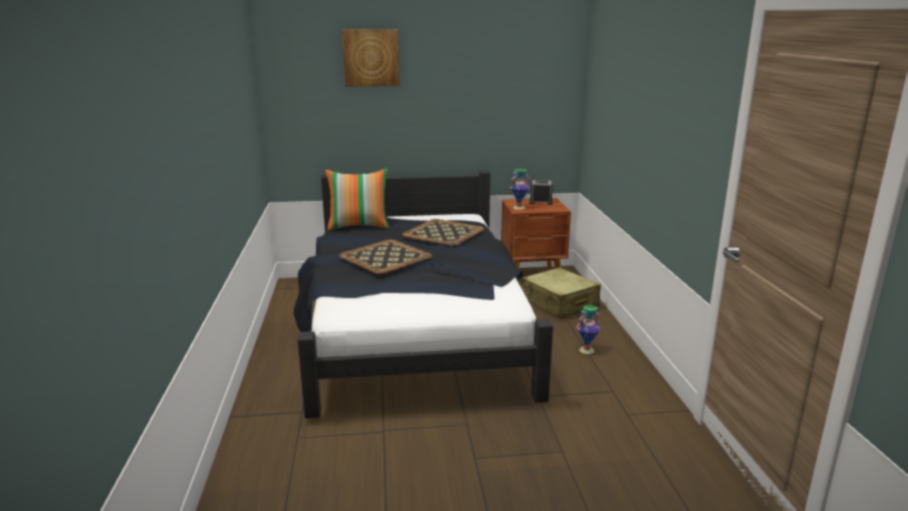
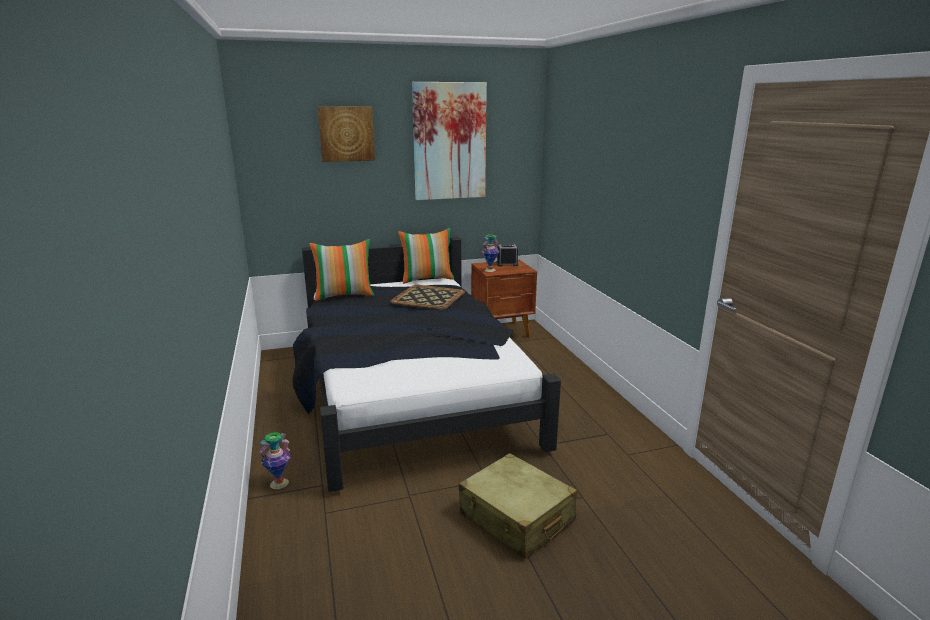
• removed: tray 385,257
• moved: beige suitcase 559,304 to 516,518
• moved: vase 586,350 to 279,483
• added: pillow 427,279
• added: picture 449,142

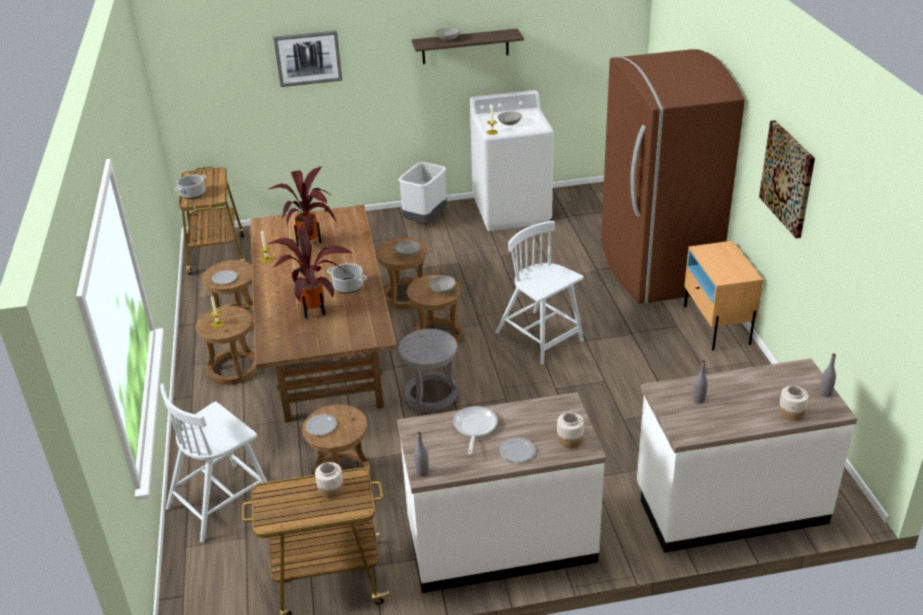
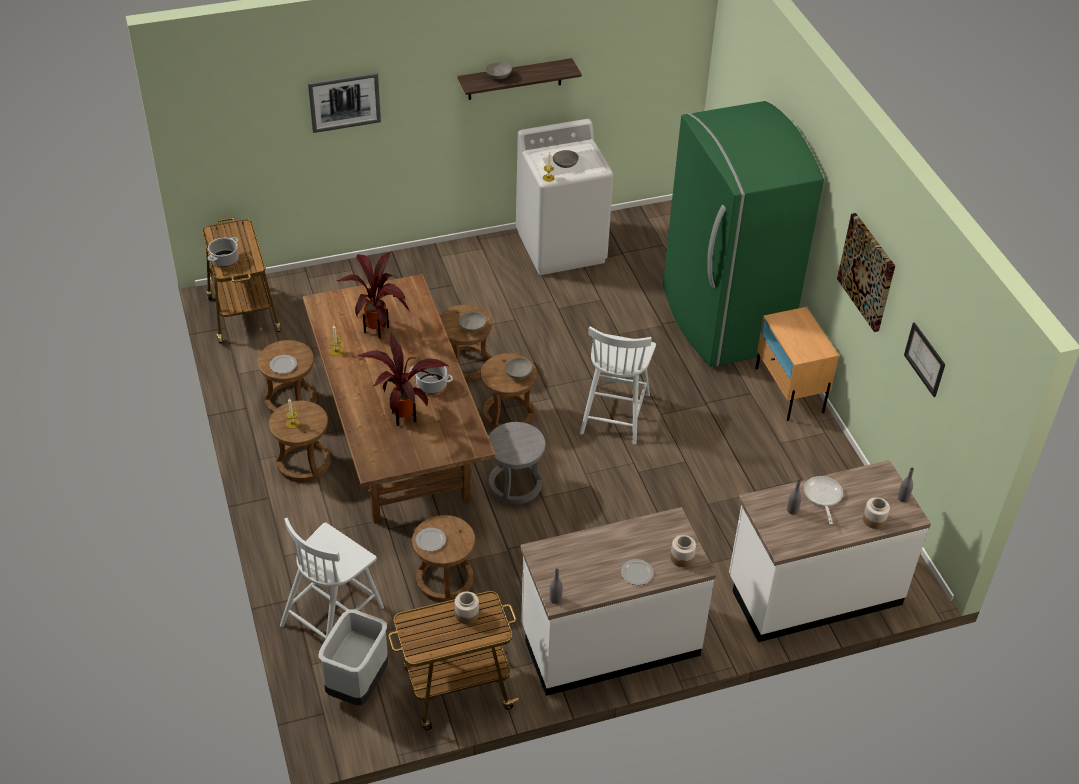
• moved: grey trash can 425,220 to 357,684
• moved: frying pan 474,428 to 822,497
• turned: white chair 540,338 = 615,412 120 degrees counterclockwise
• recoloured: brown fridge 655,268 to green fridge 723,320
• added: picture 925,359

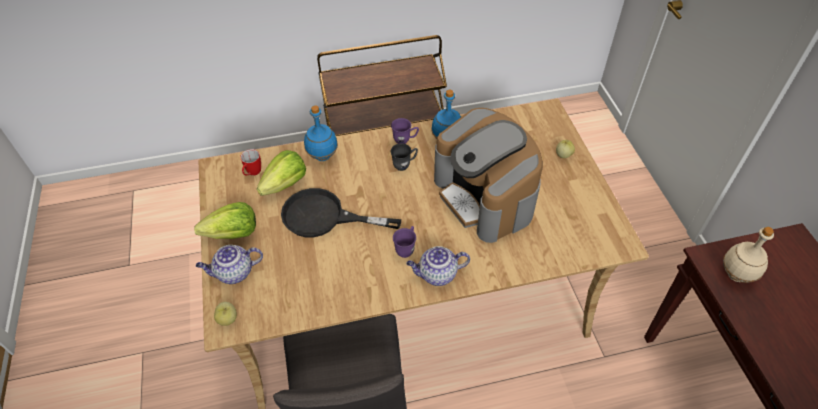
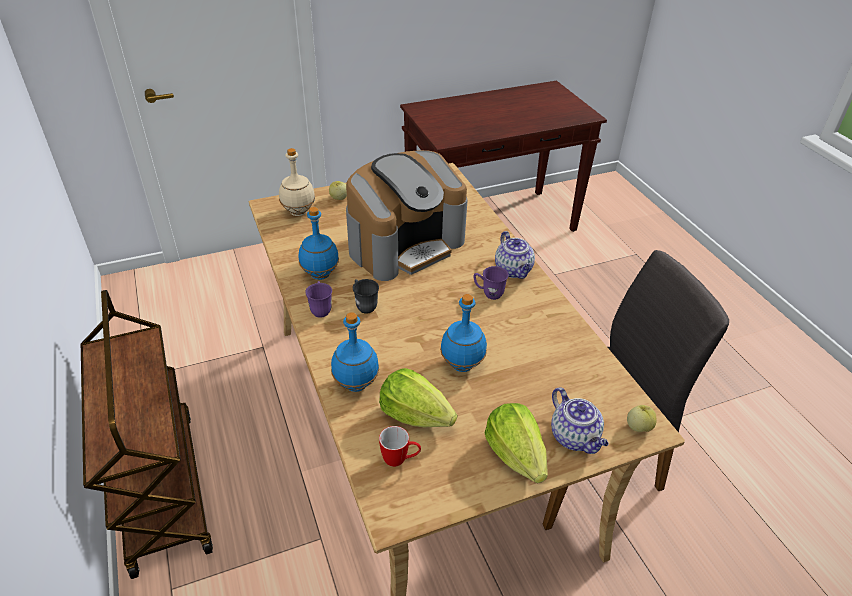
• replaced: black frying pan 324,217 to blue bottle 462,365
• moved: beige bottle 735,275 to 299,212

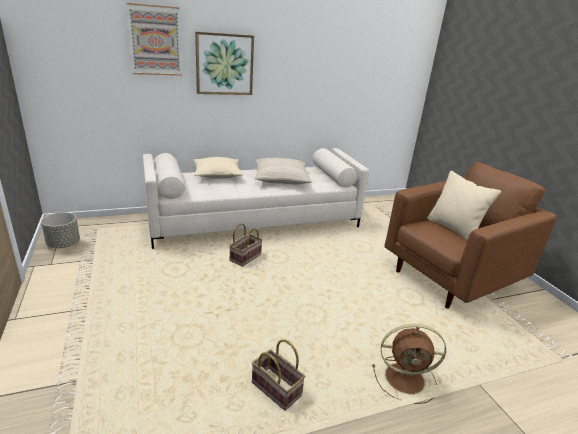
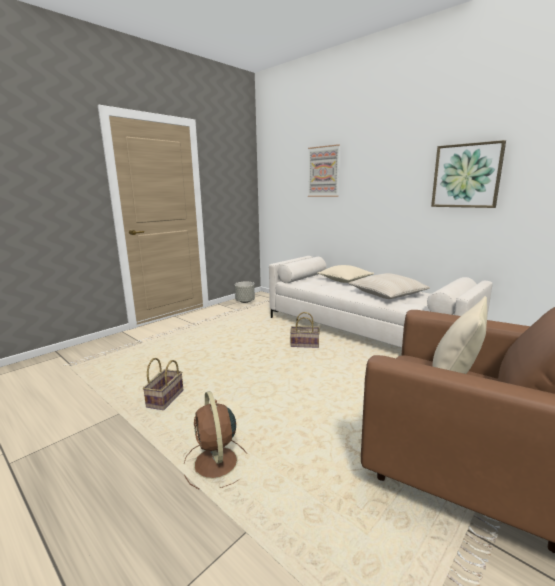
• moved: picture 224,64 to 466,176

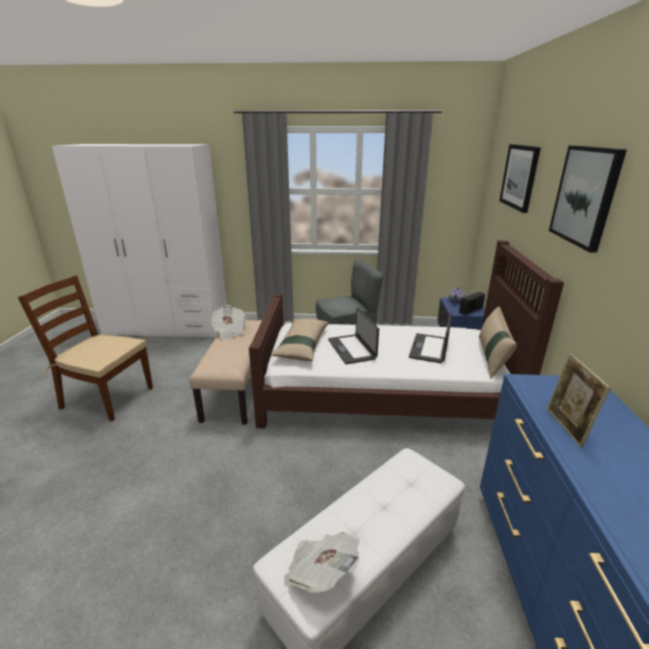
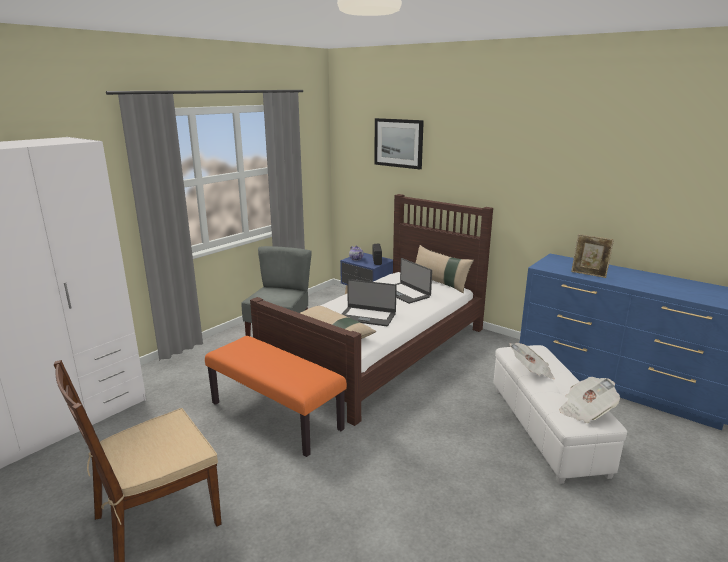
• recoloured: beige bench 239,388 to orange bench 277,416
• moved: newspaper 229,331 to 531,371
• removed: picture 585,196

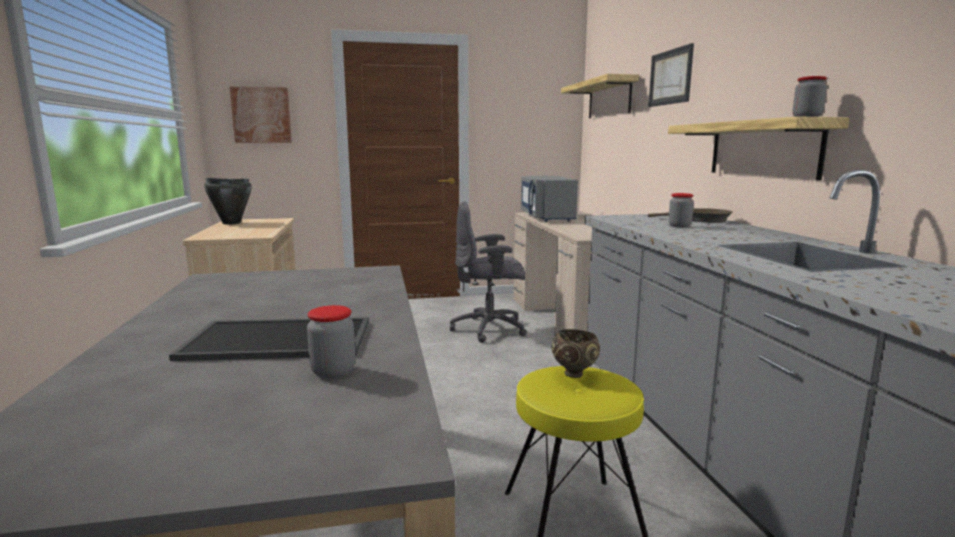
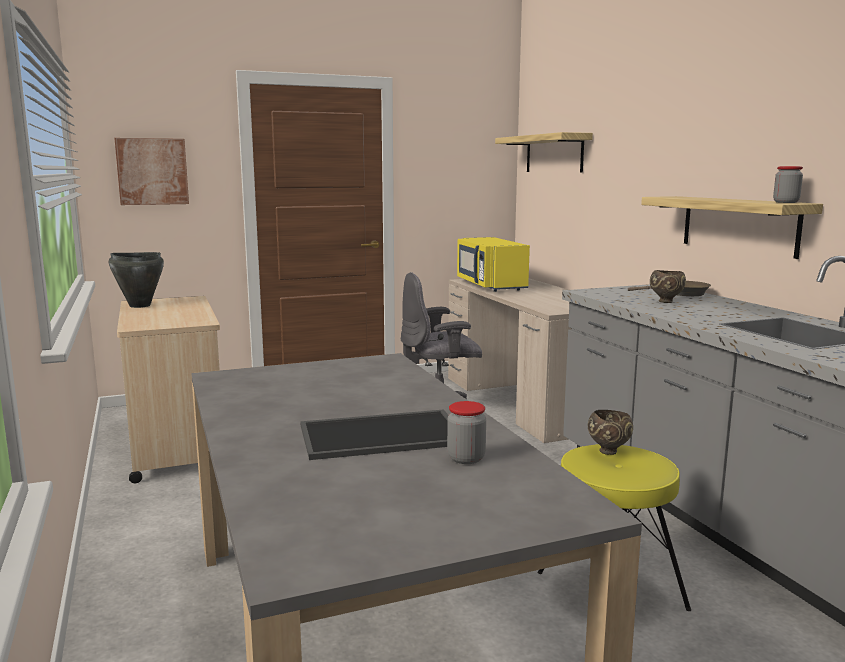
• recoloured: grey microwave 546,217 to yellow microwave 490,285
• removed: picture 670,77
• replaced: jar 679,226 to brown bowl 666,301

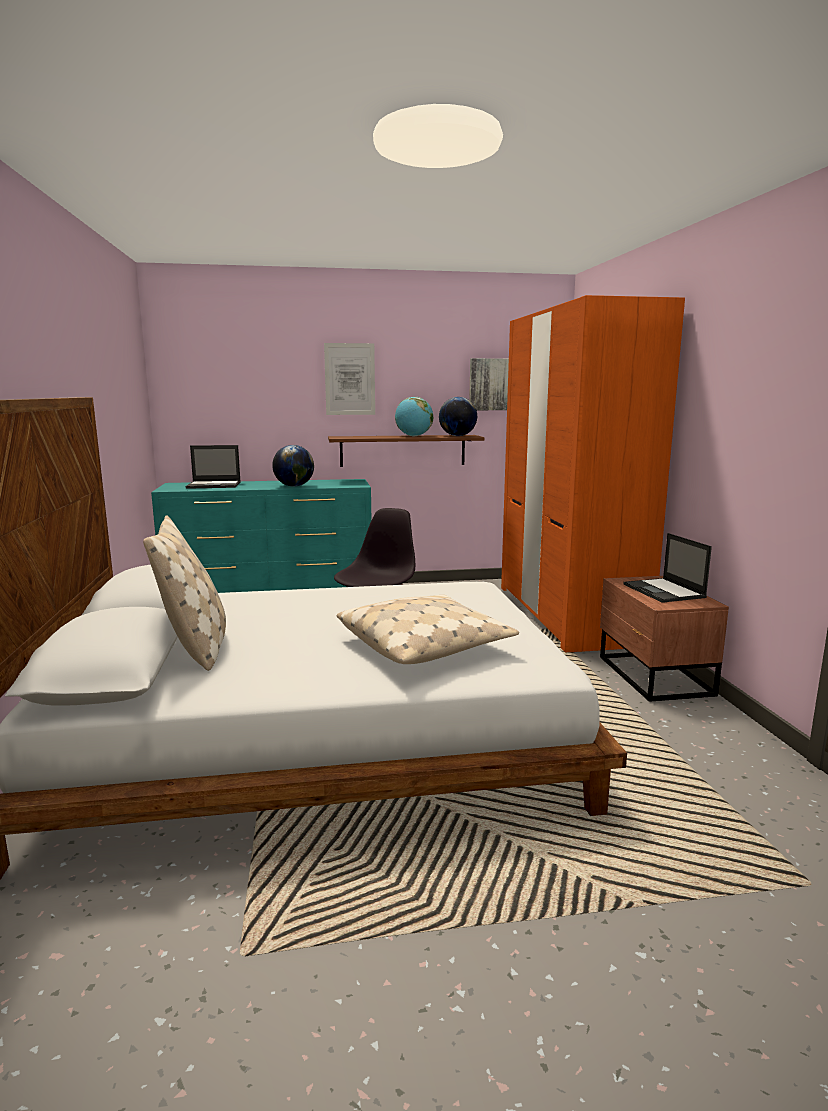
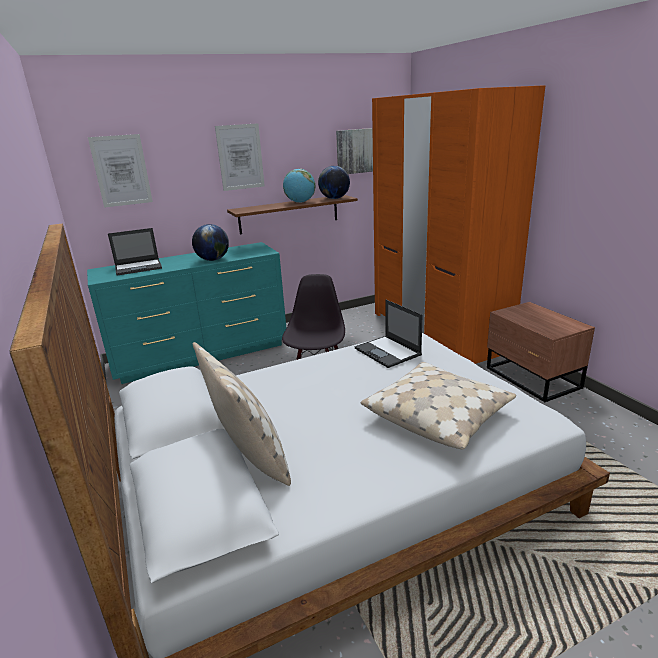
• moved: laptop 664,591 to 388,352
• added: picture 121,171

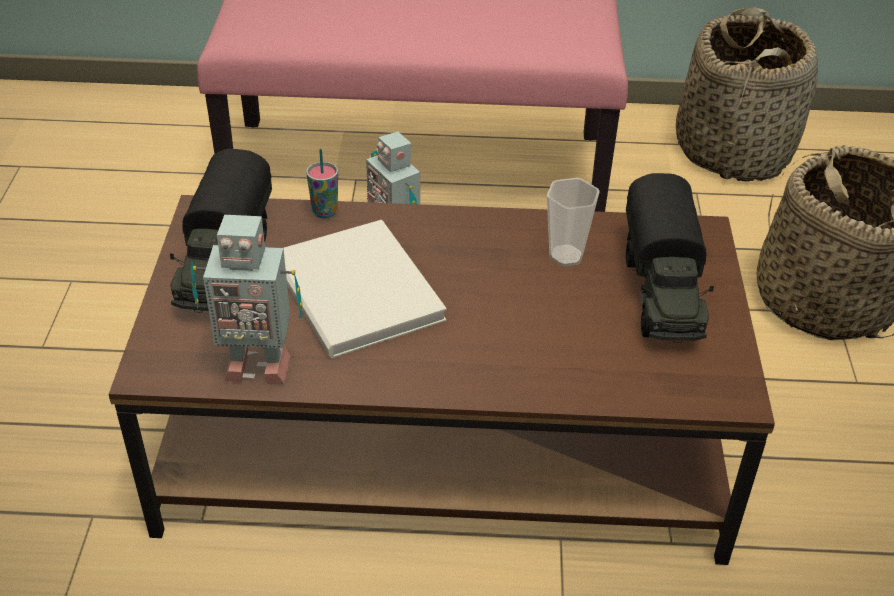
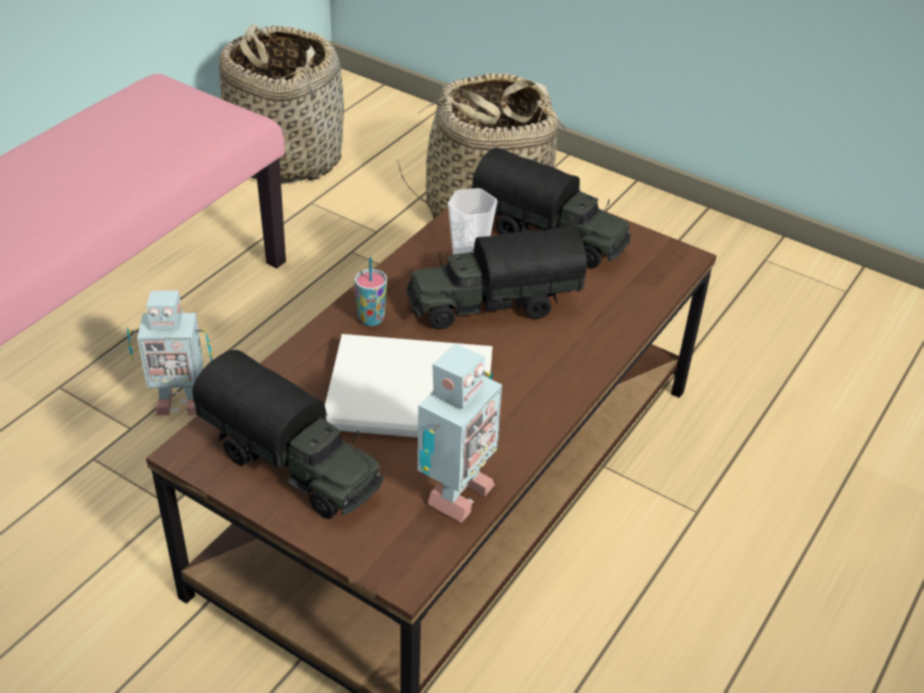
• moved: cup 325,212 to 371,319
• added: toy truck 492,304

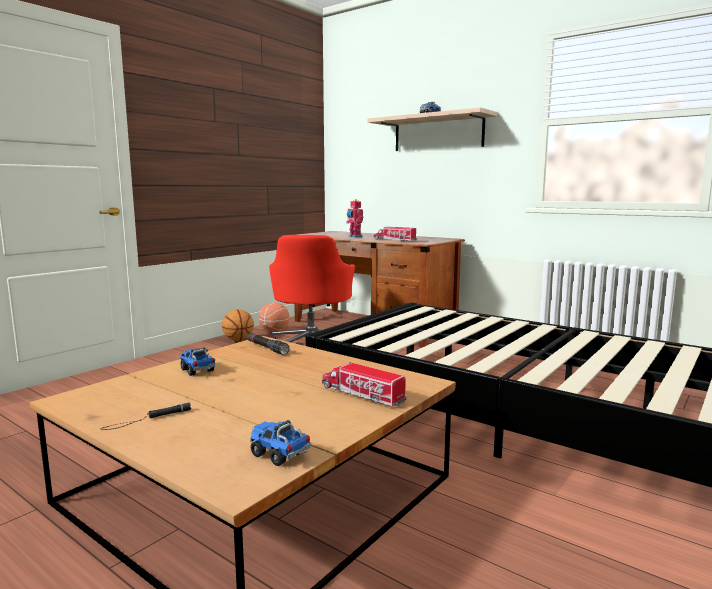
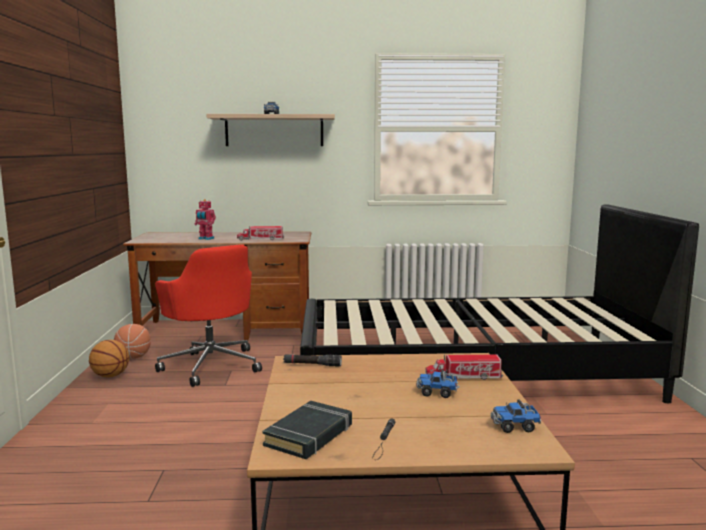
• moved: toy truck 197,370 to 437,393
• added: black book 309,435

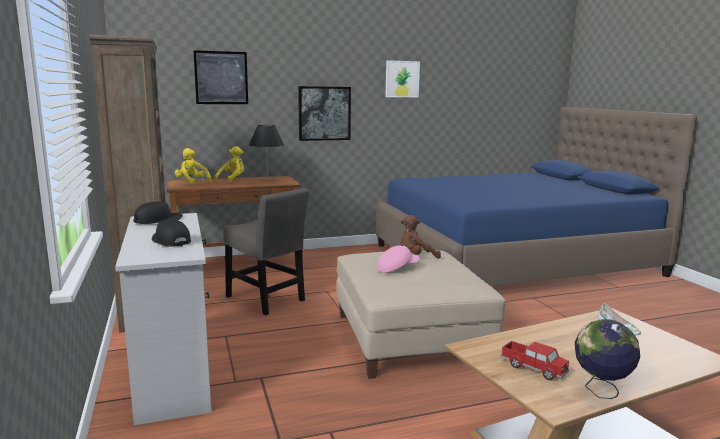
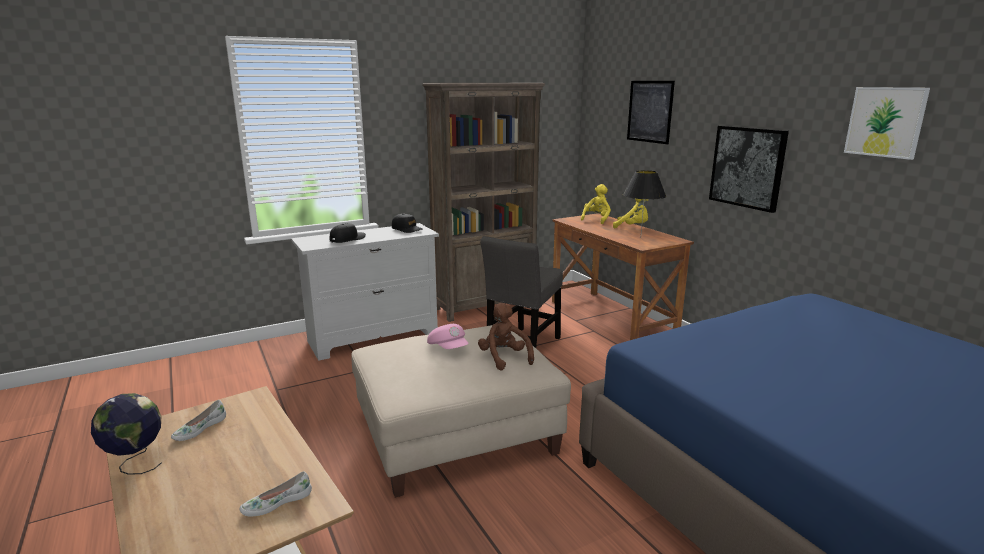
• replaced: toy truck 533,368 to white shoe 199,428

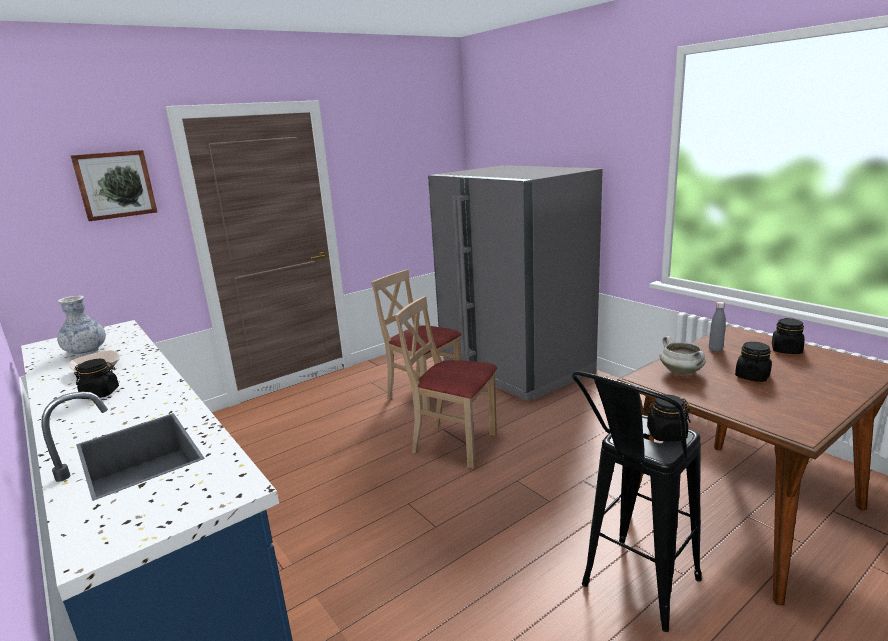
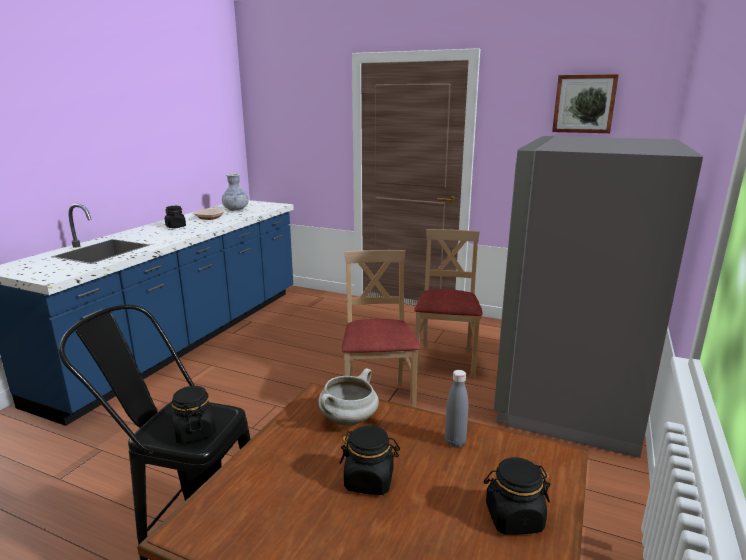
• moved: picture 115,185 to 584,104

